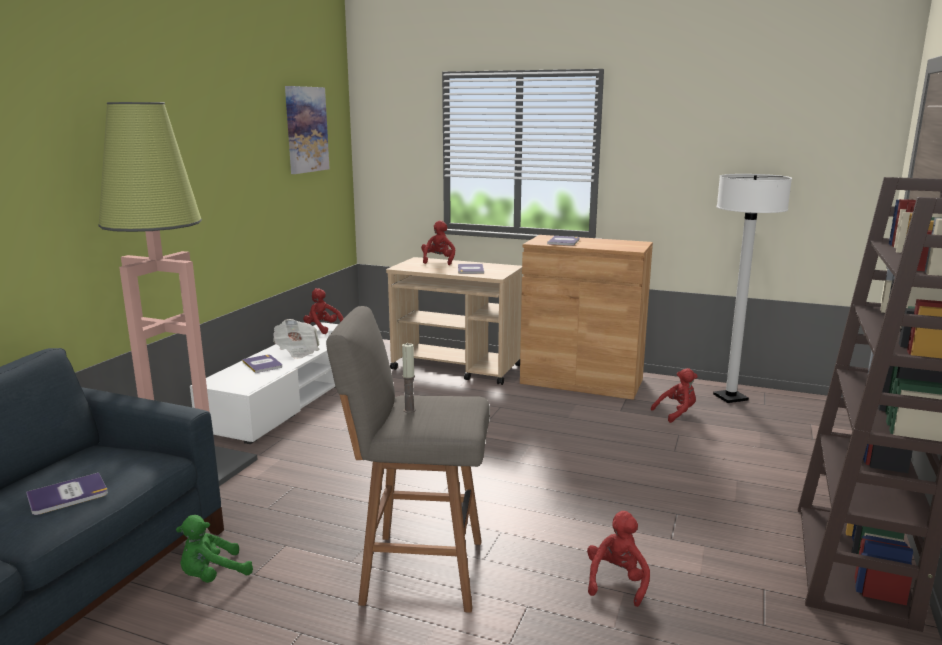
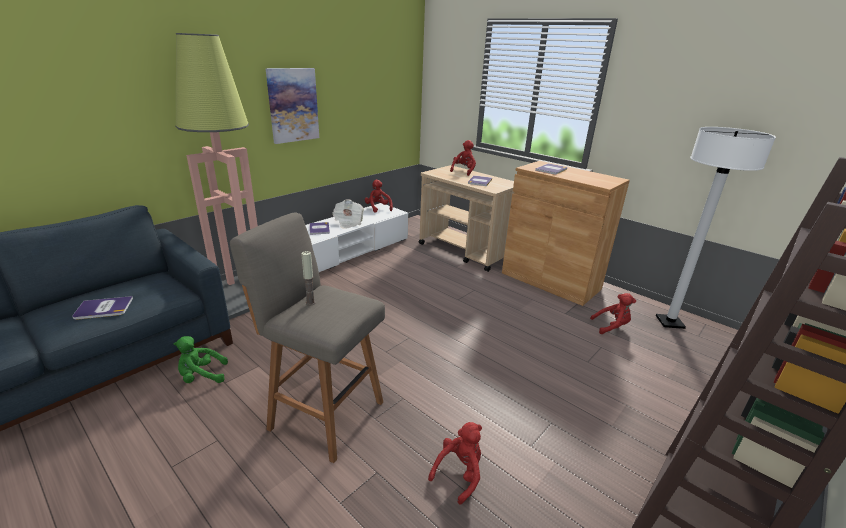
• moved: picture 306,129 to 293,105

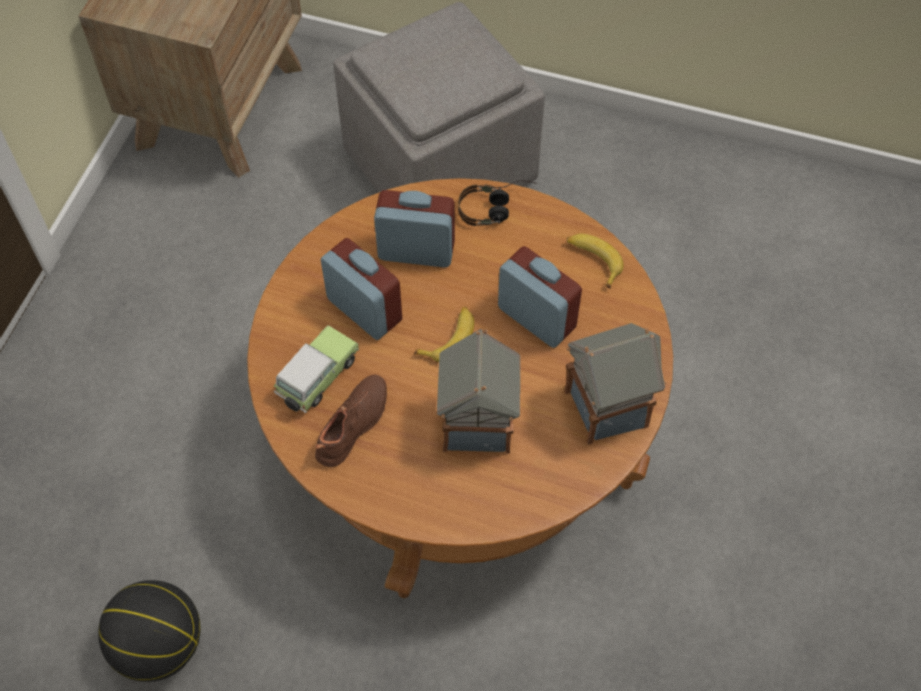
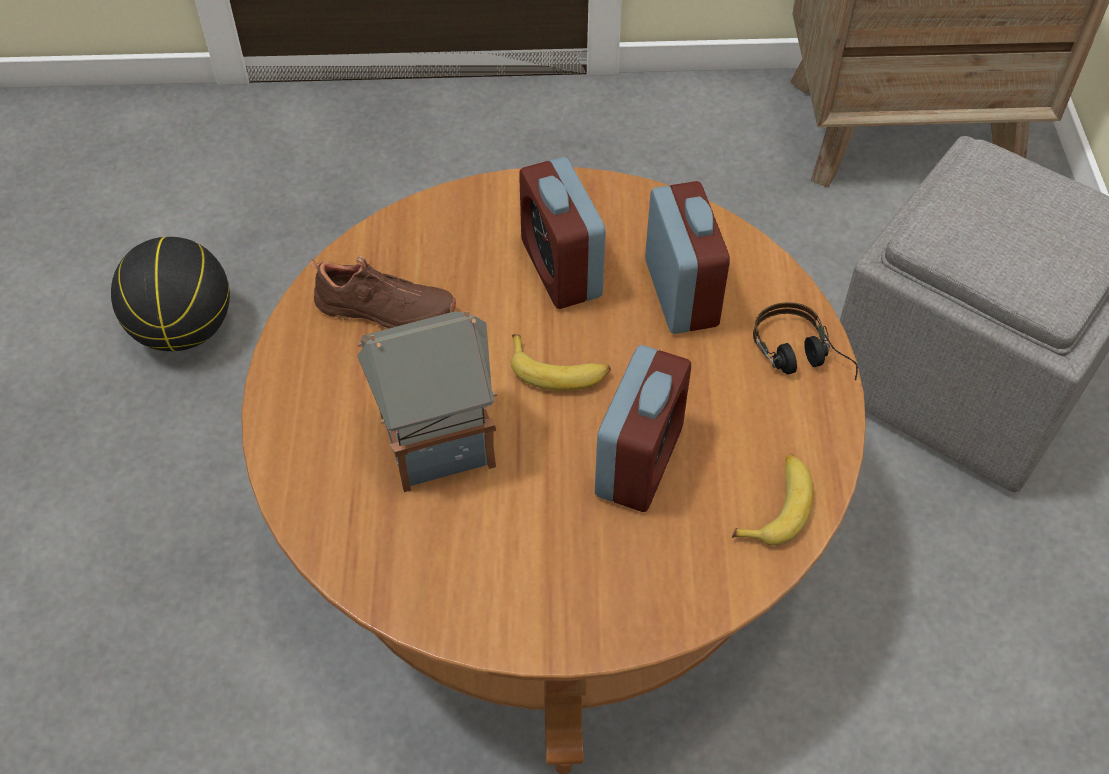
• removed: toy car 316,379
• turned: alarm clock 364,310 = 561,269 135 degrees clockwise
• removed: toy house 608,407

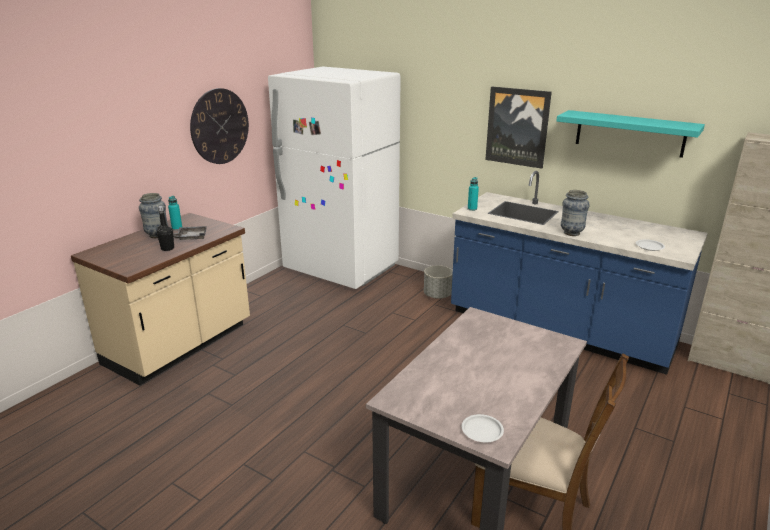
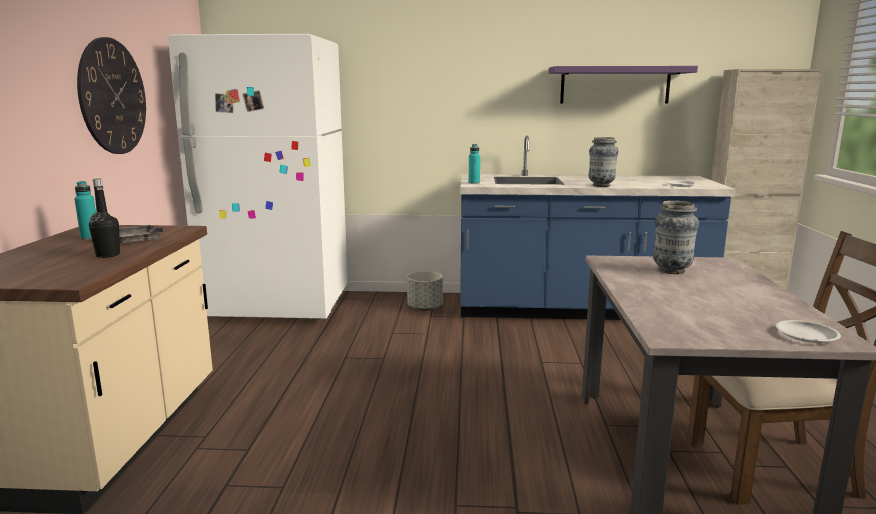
• moved: vase 157,235 to 671,271
• removed: picture 517,127
• recoloured: turquoise shelf 629,133 to purple shelf 615,85

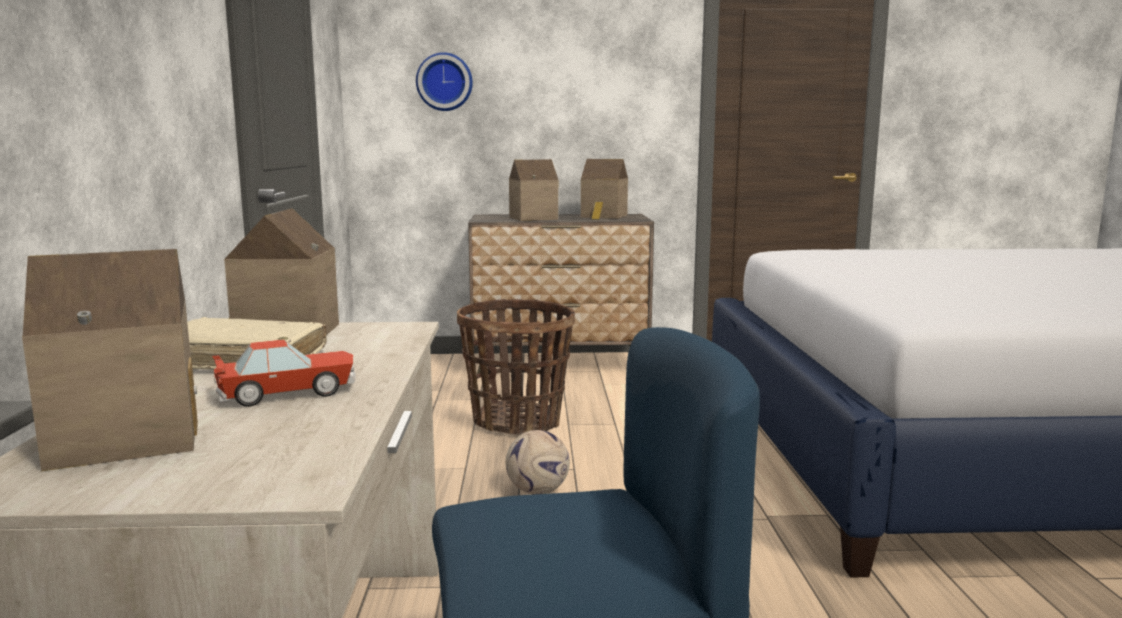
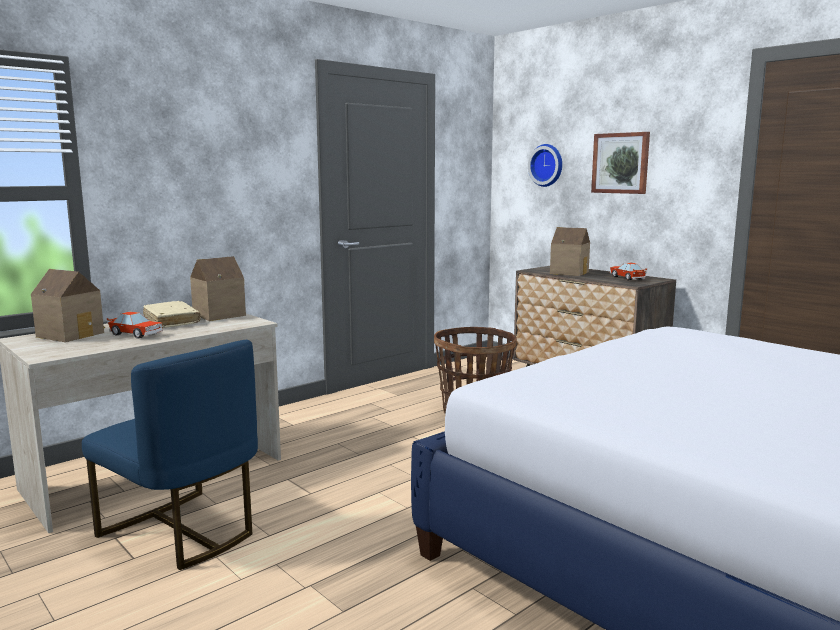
• removed: football 537,492
• replaced: toy house 604,216 to toy car 627,278
• added: picture 621,163

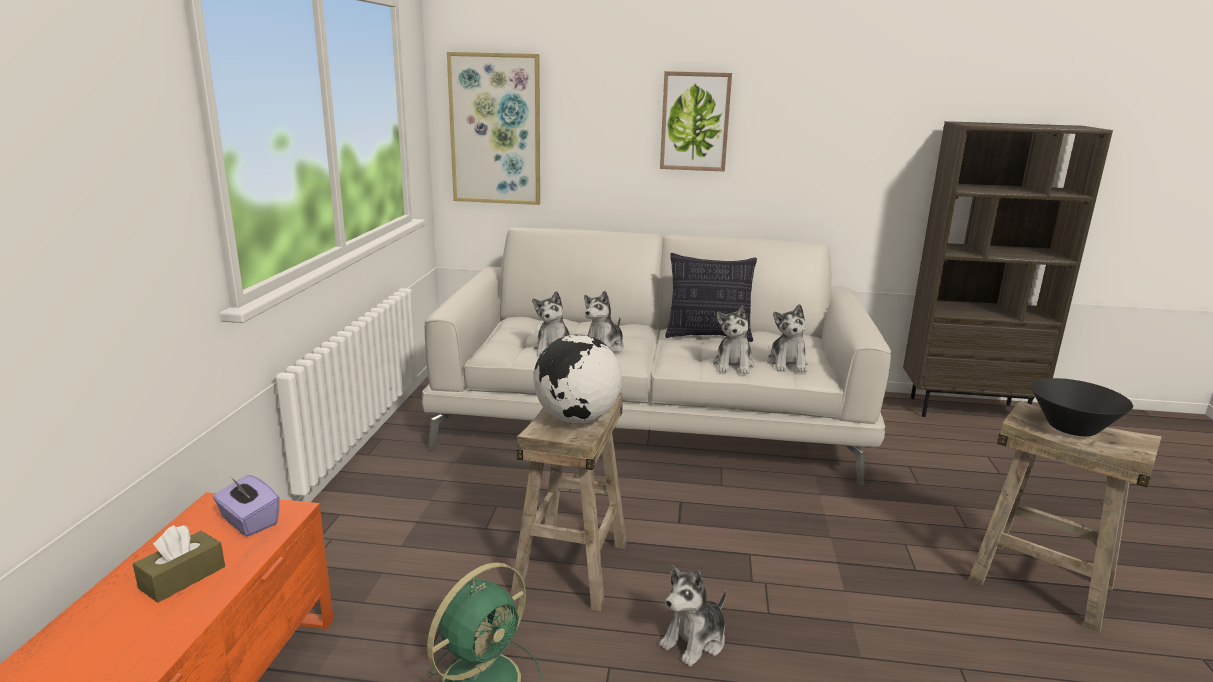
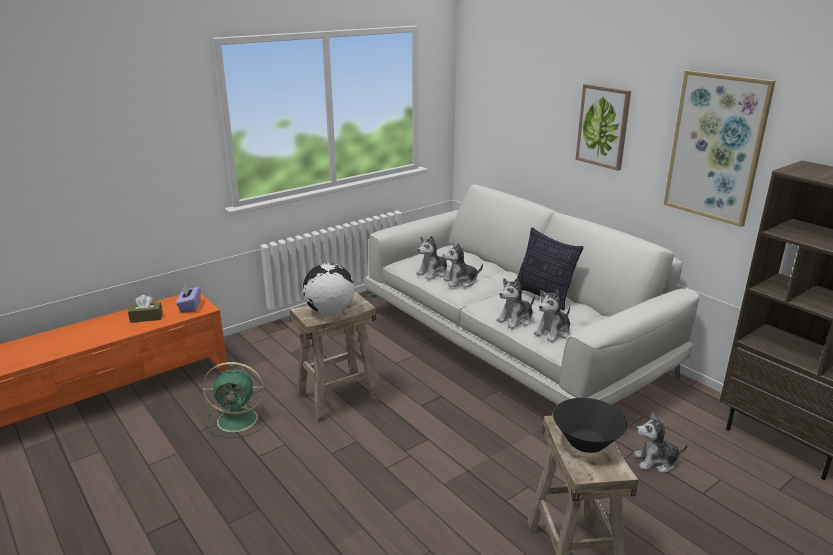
• moved: picture 495,129 to 716,147
• moved: plush toy 694,640 to 656,461

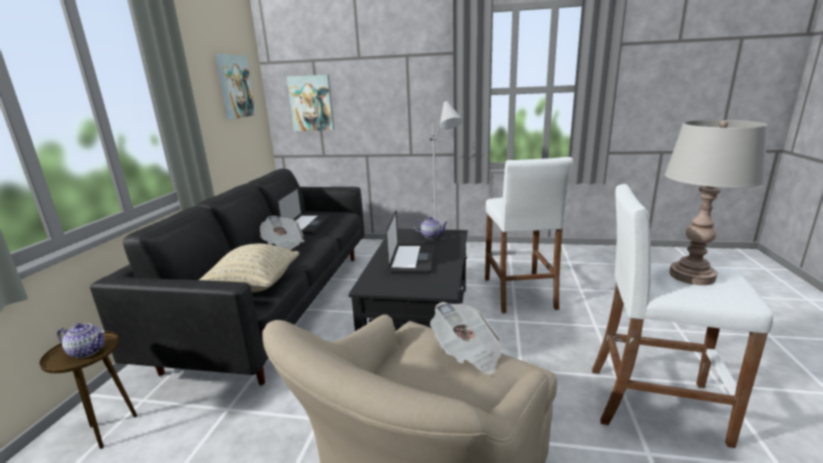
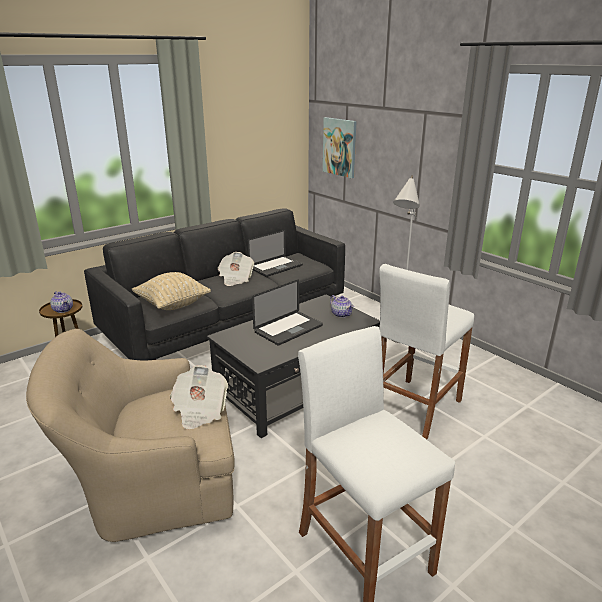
• removed: picture 235,86
• removed: grey table lamp 691,276

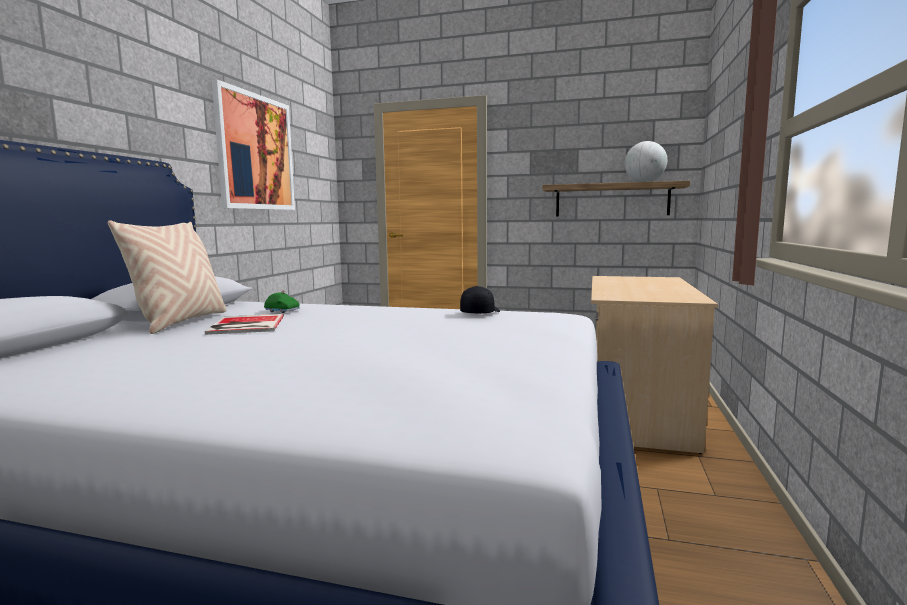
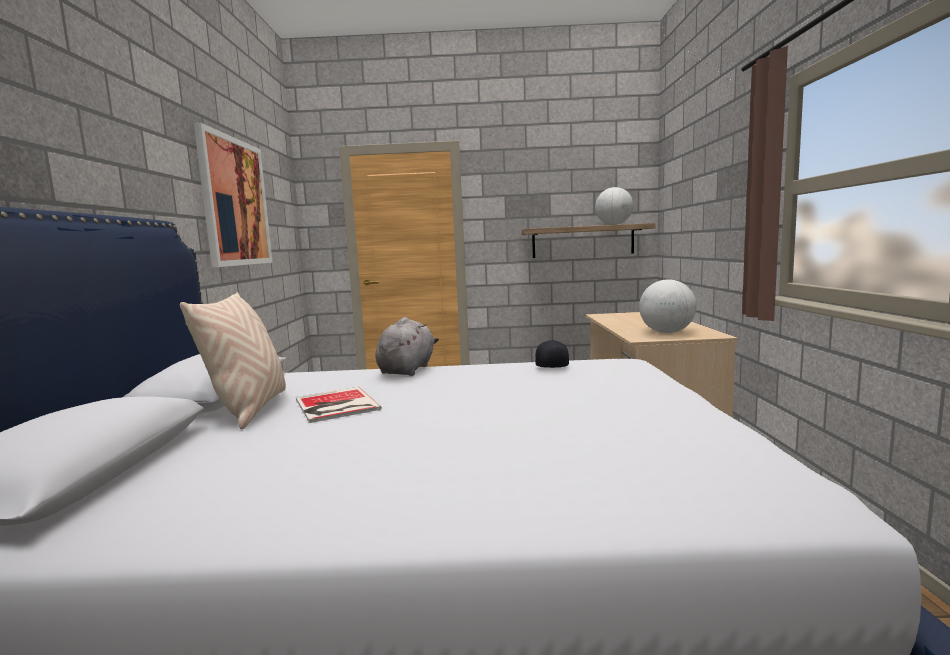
• removed: green toy car 282,311
• added: grey plush toy 407,369
• added: globe 667,332

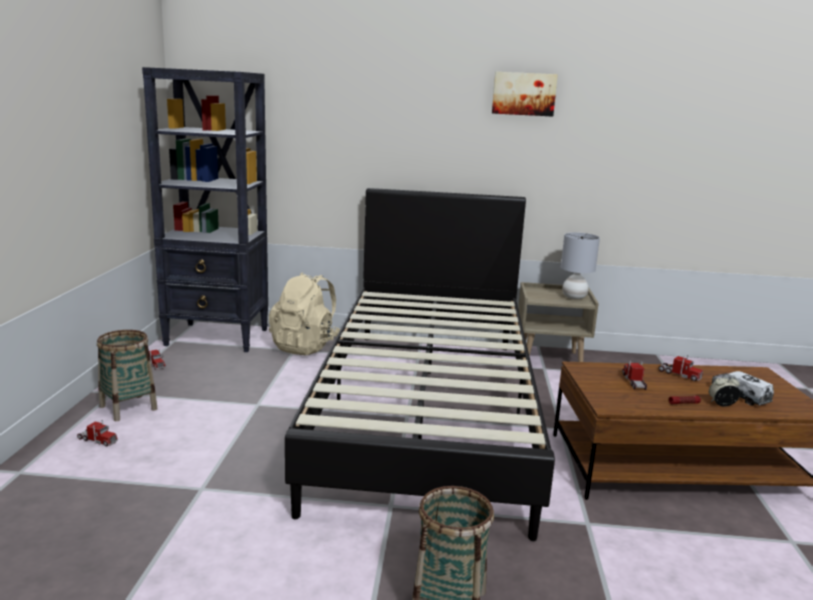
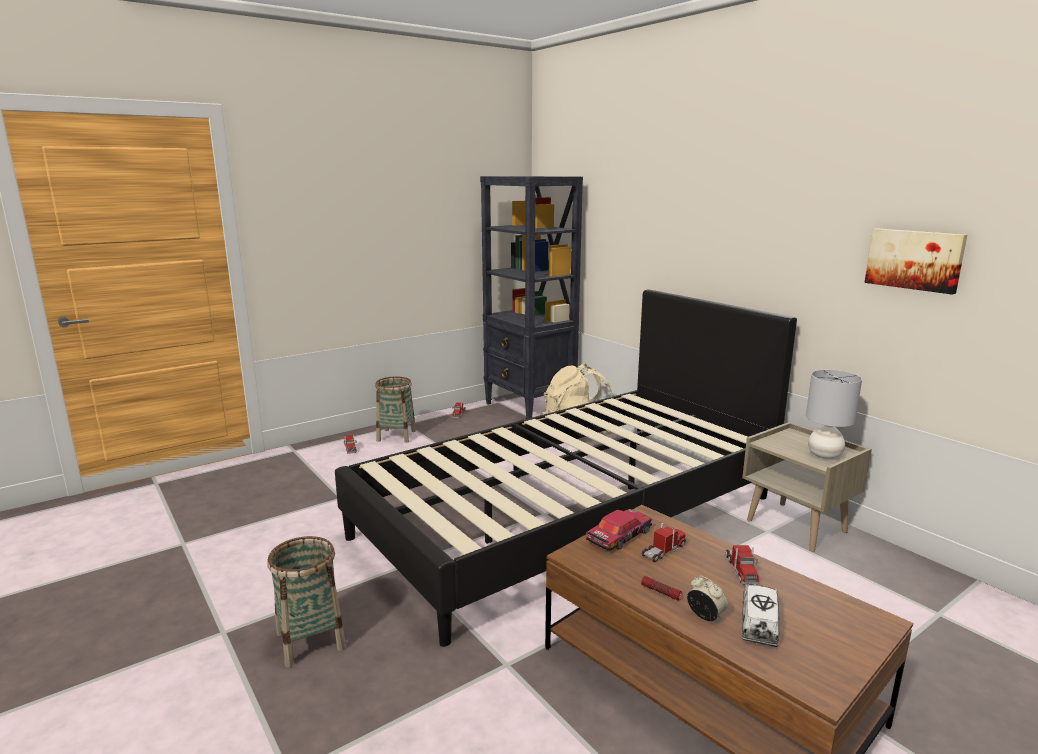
• moved: picture 524,94 to 914,259
• added: toy car 618,536

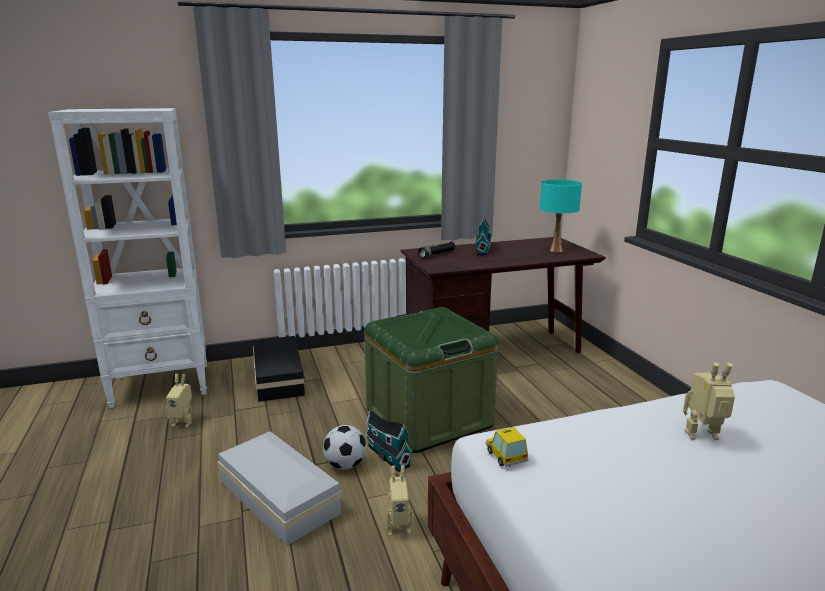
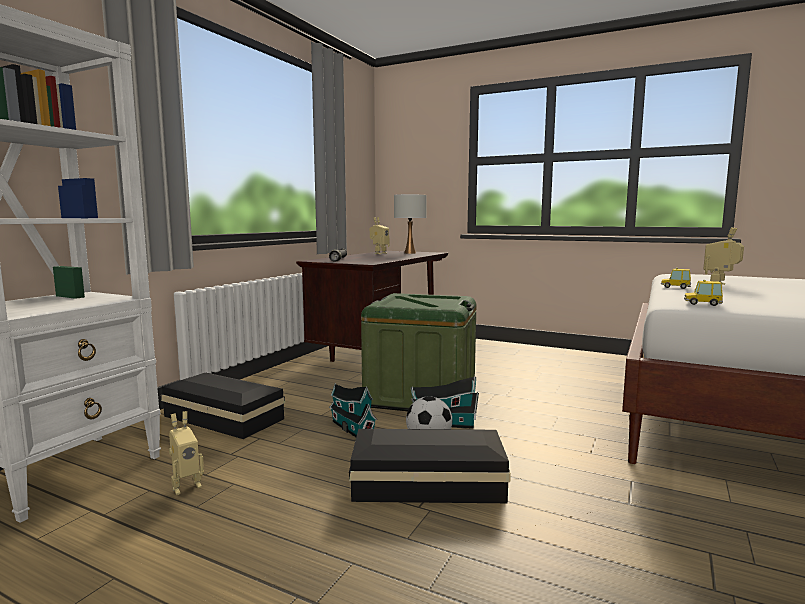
• recoloured: white storage box 279,495 to black storage box 425,482
• moved: toy robot 398,527 to 379,253
• moved: toy house 483,249 to 351,428
• recoloured: turquoise table lamp 555,250 to white table lamp 410,253
• added: toy car 675,287

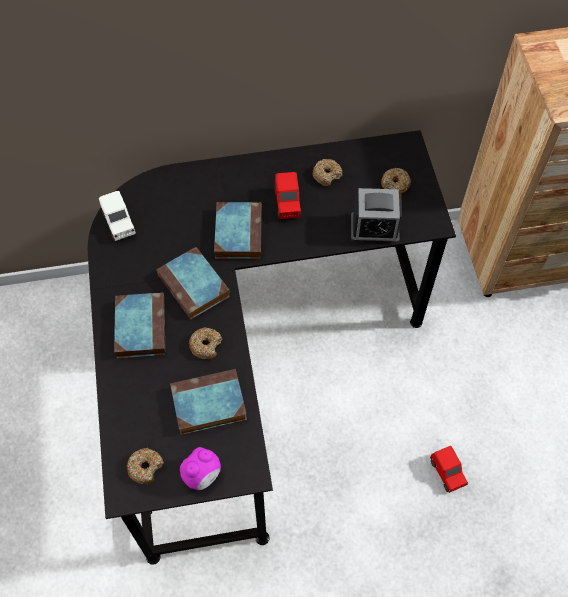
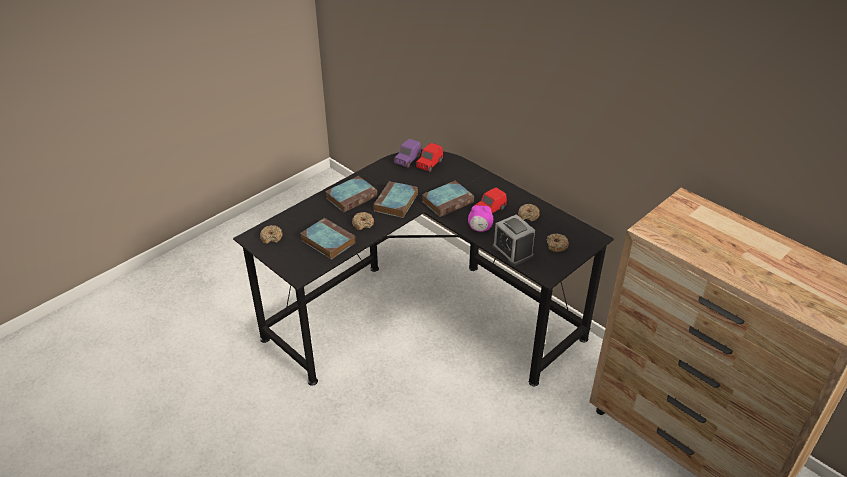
• recoloured: white toy car 119,224 to purple toy car 407,160
• moved: alarm clock 202,476 to 480,229
• moved: red toy car 447,473 to 429,164

